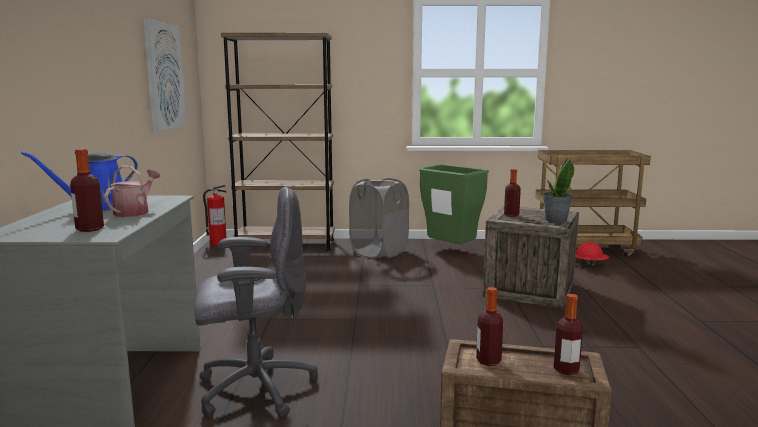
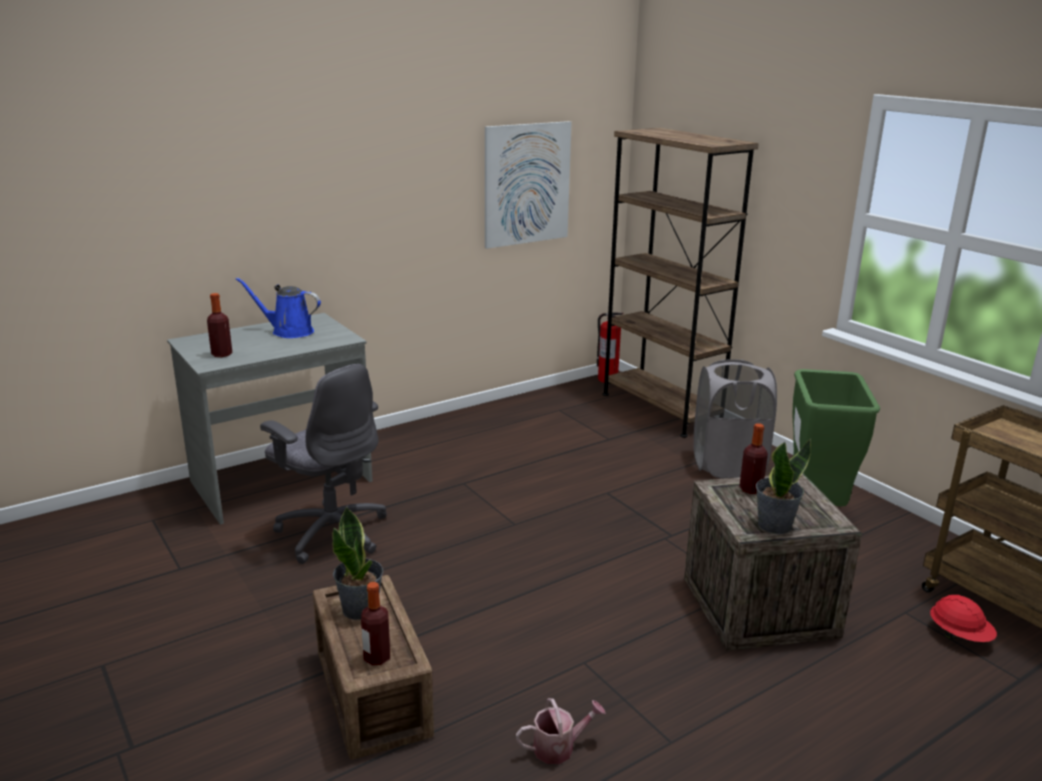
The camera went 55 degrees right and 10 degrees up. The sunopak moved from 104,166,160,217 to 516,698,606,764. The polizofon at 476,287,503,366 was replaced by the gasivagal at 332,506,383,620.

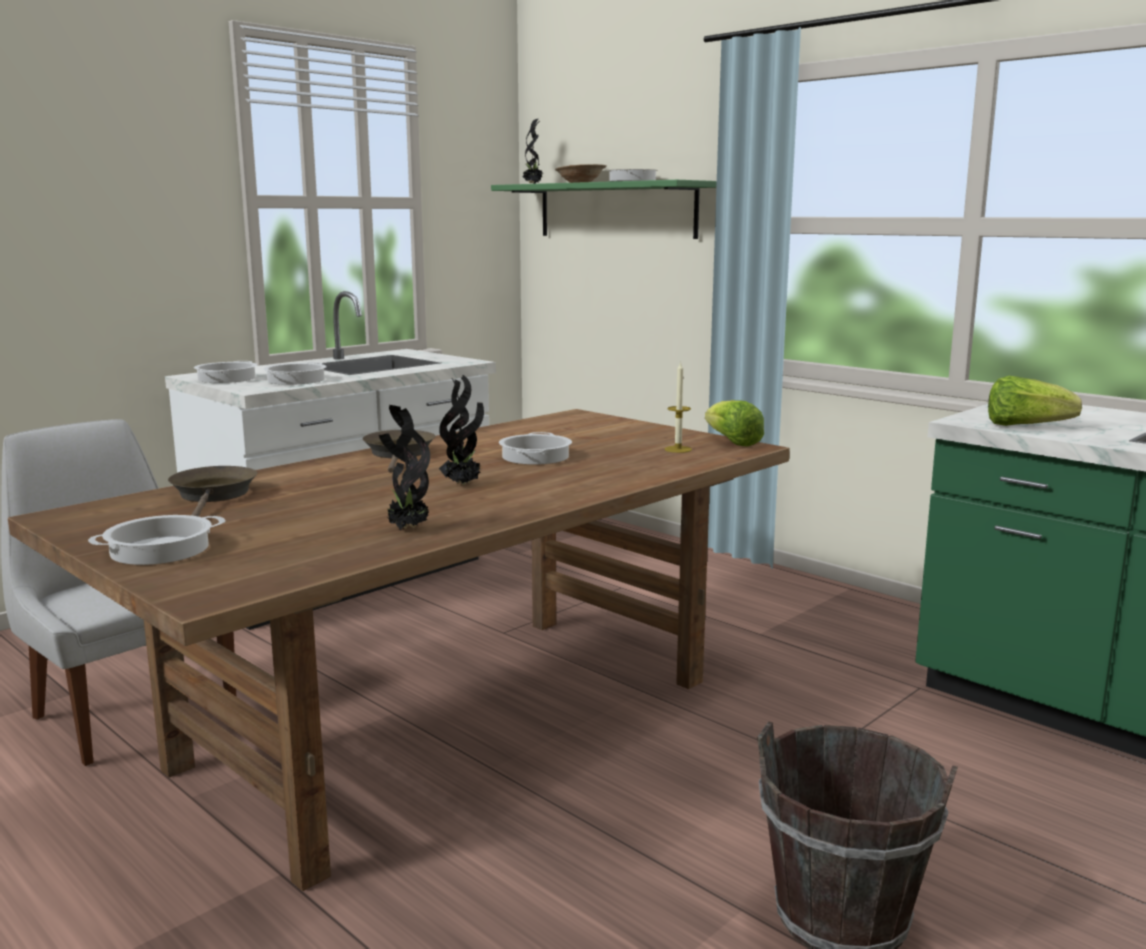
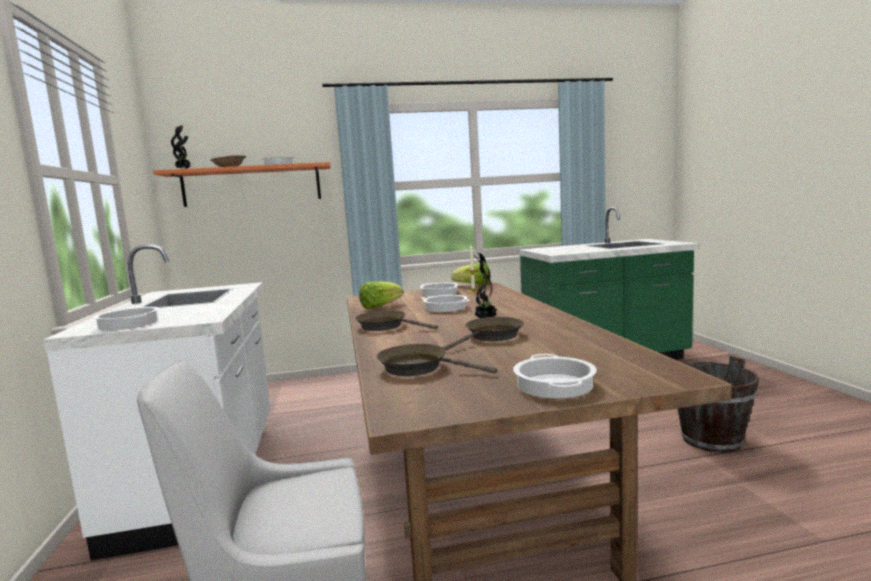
The camera went 55 degrees left and 5 degrees down. The gasivagal at 379,405,430,530 disappeared. The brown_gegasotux at 443,317,524,350 appeared. The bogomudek moved from 264,362,327,385 to 420,283,458,296. The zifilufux moved from 988,376,1082,426 to 359,281,403,309. The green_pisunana at 491,180,716,239 became the orange_pisunana at 153,162,331,207.

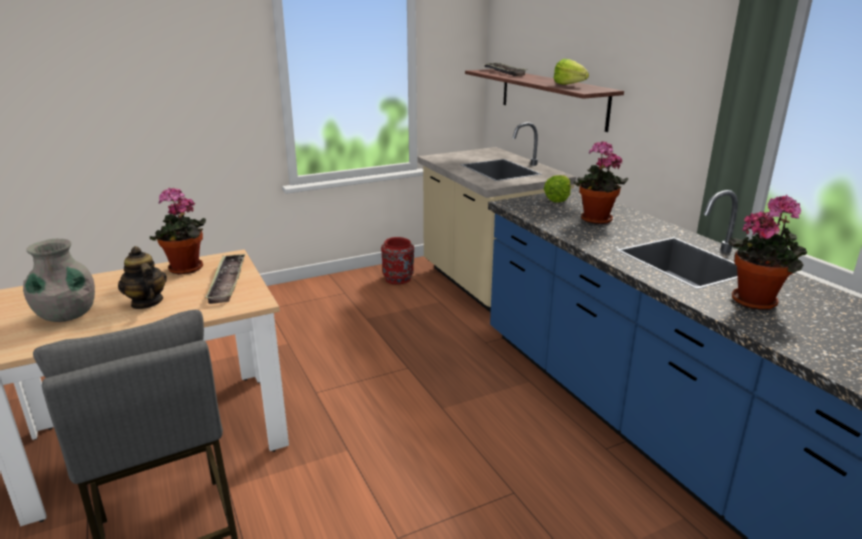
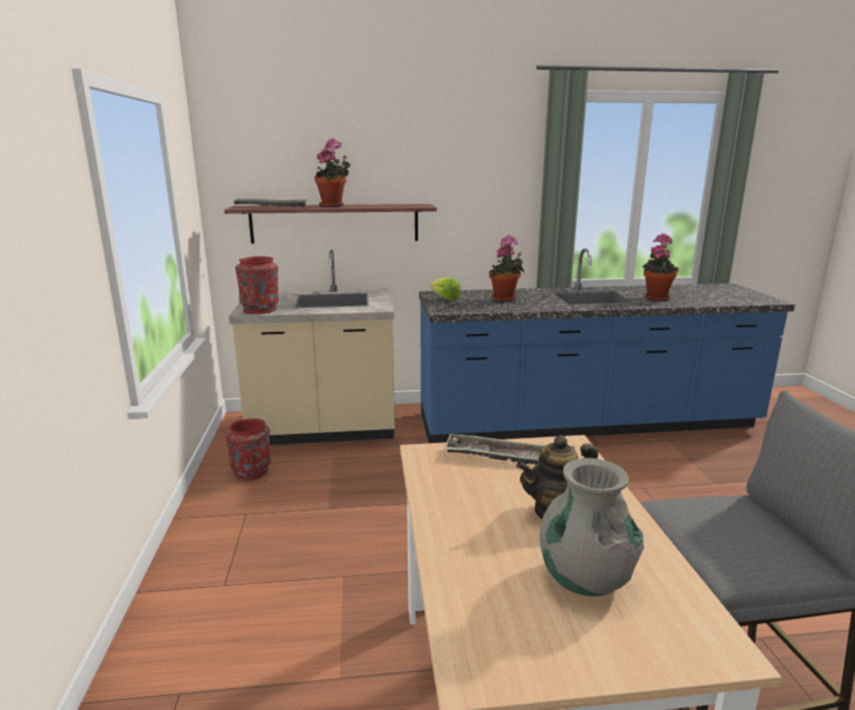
The camera went 70 degrees left and 5 degrees down. The zifilufux at 554,59,589,85 disappeared. The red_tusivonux at 235,256,279,314 appeared. The gasivagal moved from 150,187,206,275 to 314,138,351,207.

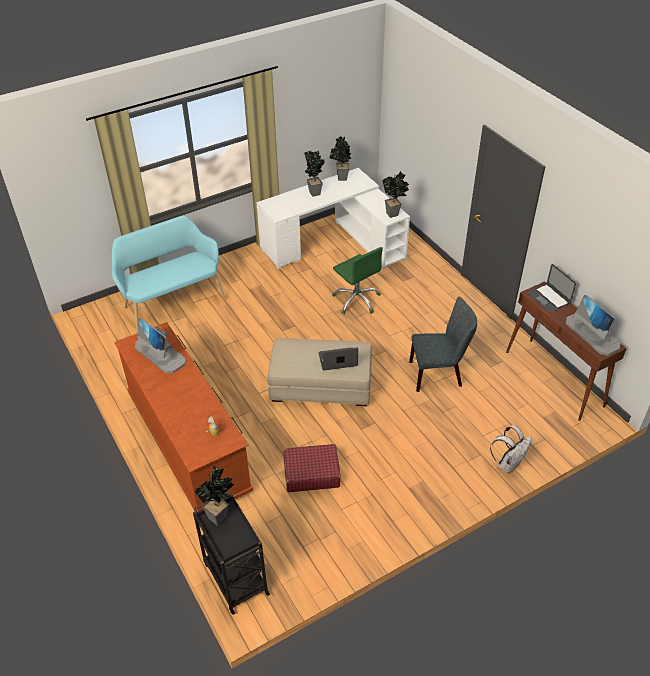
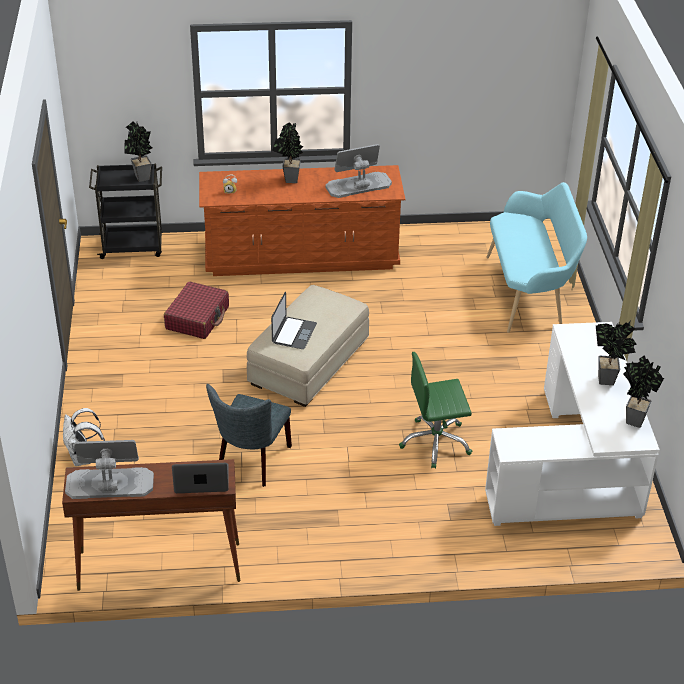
The camera went 115 degrees right and 5 degrees down. The gasivagal moved from 382,171,409,218 to 272,122,303,183.

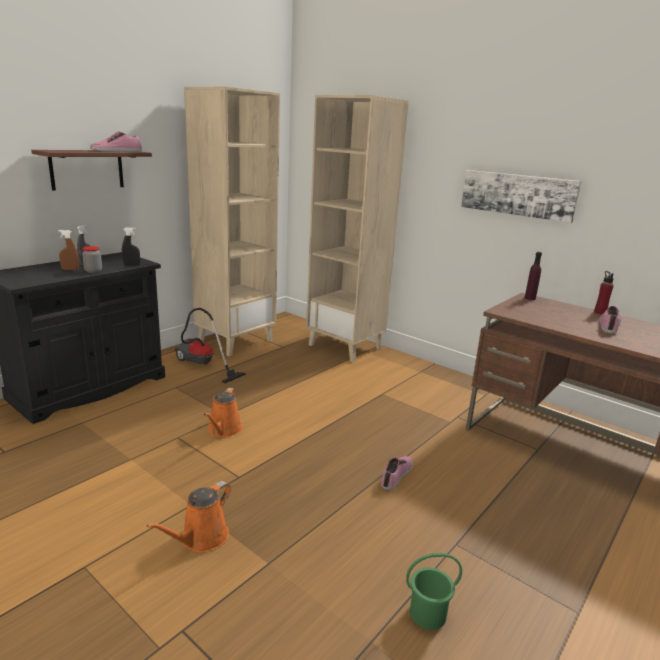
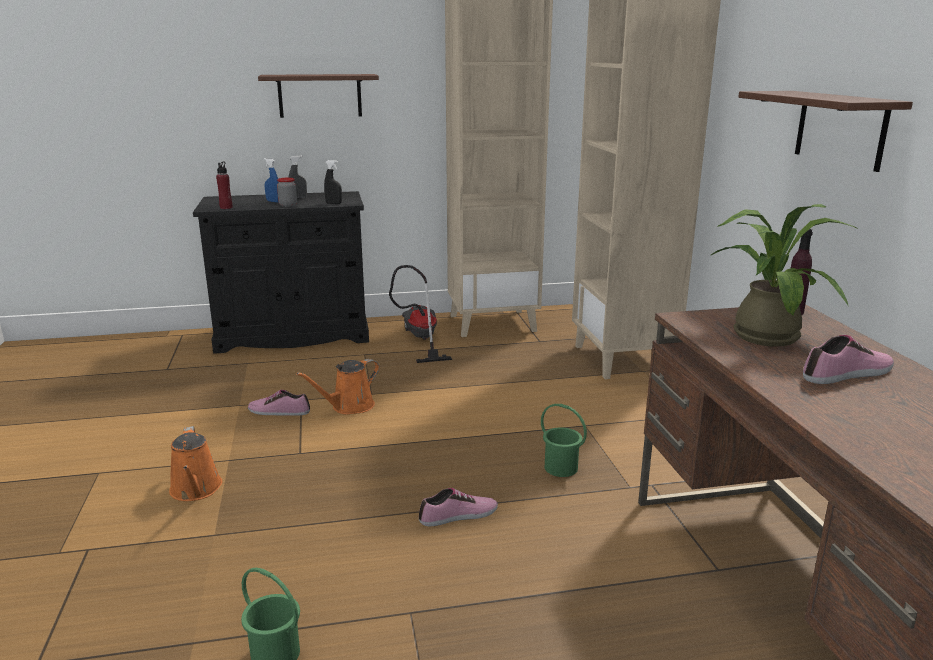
The camera went 40 degrees right and 0 degrees up. The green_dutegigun at 541,404,587,477 appeared. The gasivagal at 710,204,859,347 appeared. The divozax moved from 90,132,142,152 to 248,390,310,416. The red_polizofon moved from 594,271,614,314 to 216,162,232,209. The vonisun at 461,170,581,223 was replaced by the brown_pisunana at 738,91,913,172. The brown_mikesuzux at 58,230,79,270 became the blue_mikesuzux at 264,158,279,203. The orange_sunopak at 147,481,231,553 turned 90 degrees counterclockwise.

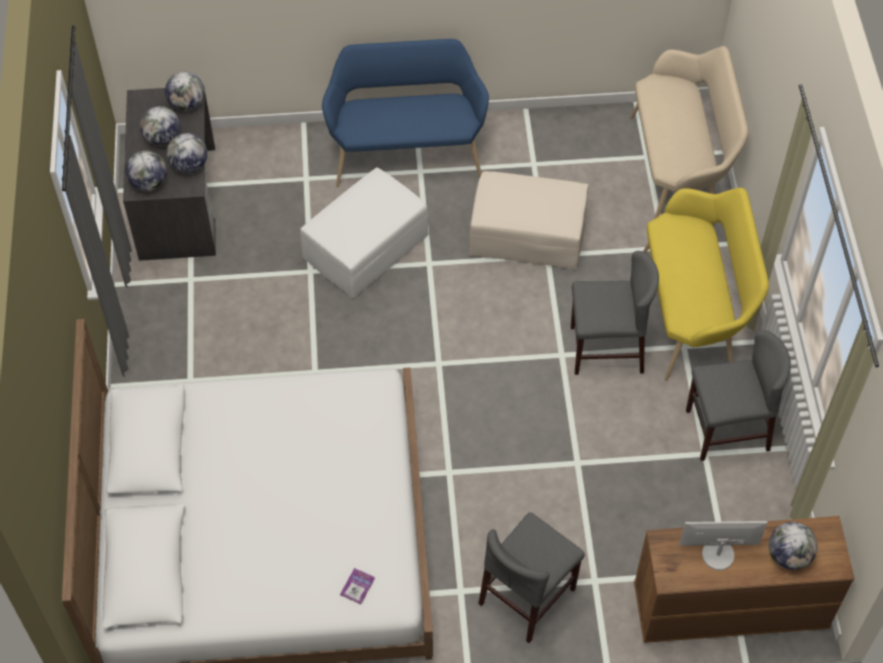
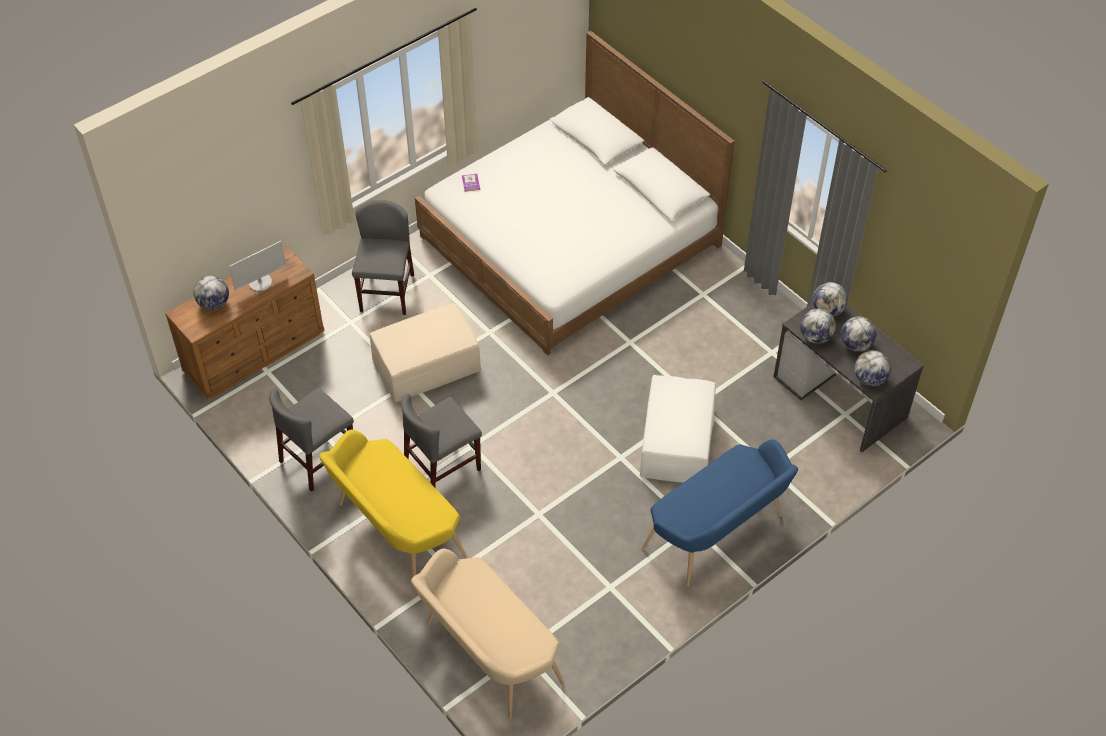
The camera went 145 degrees right and 5 degrees down. The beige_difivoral moved from 469,171,589,270 to 370,303,481,403.

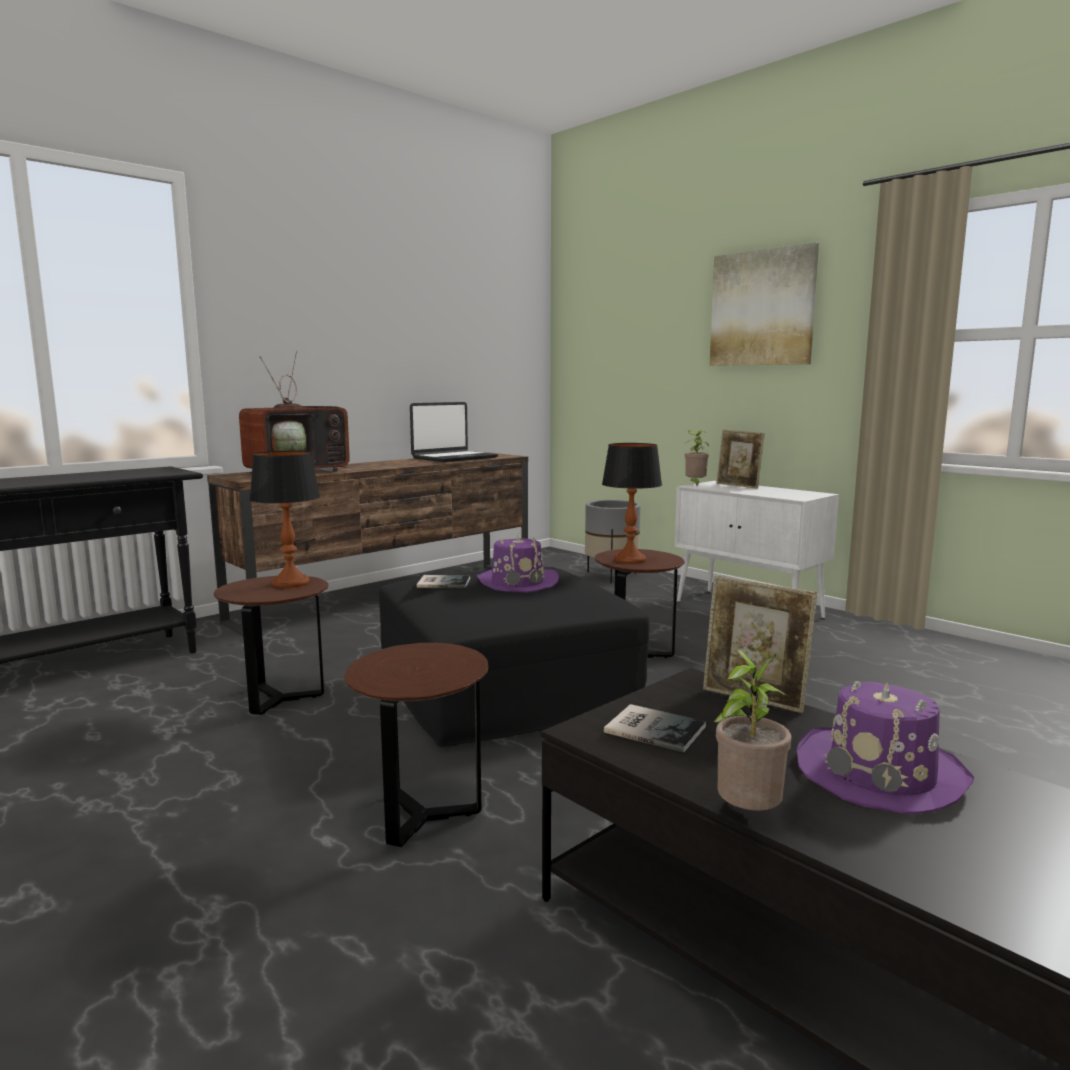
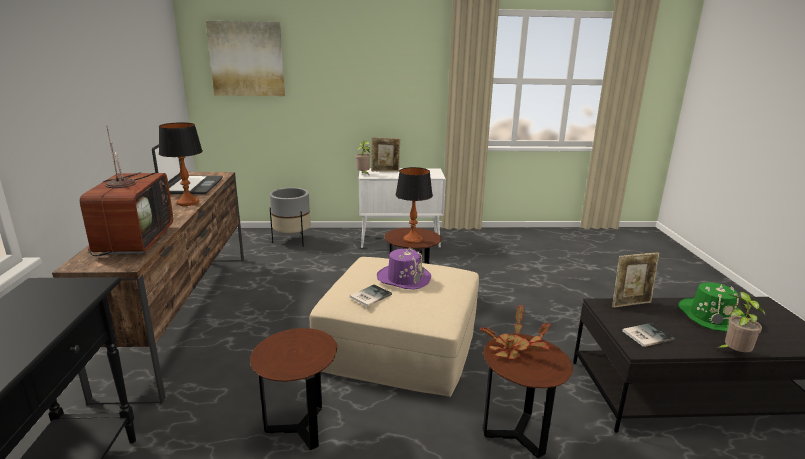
The camera went 50 degrees left and 10 degrees up. The gasivagal at 480,305,551,360 appeared. The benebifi moved from 249,451,320,588 to 159,122,203,206. The vonisun moved from 710,243,819,366 to 206,21,285,96. The black_difivoral at 379,567,649,748 became the beige_difivoral at 310,257,479,397. The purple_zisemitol at 797,681,974,815 became the green_zisemitol at 678,282,745,332.

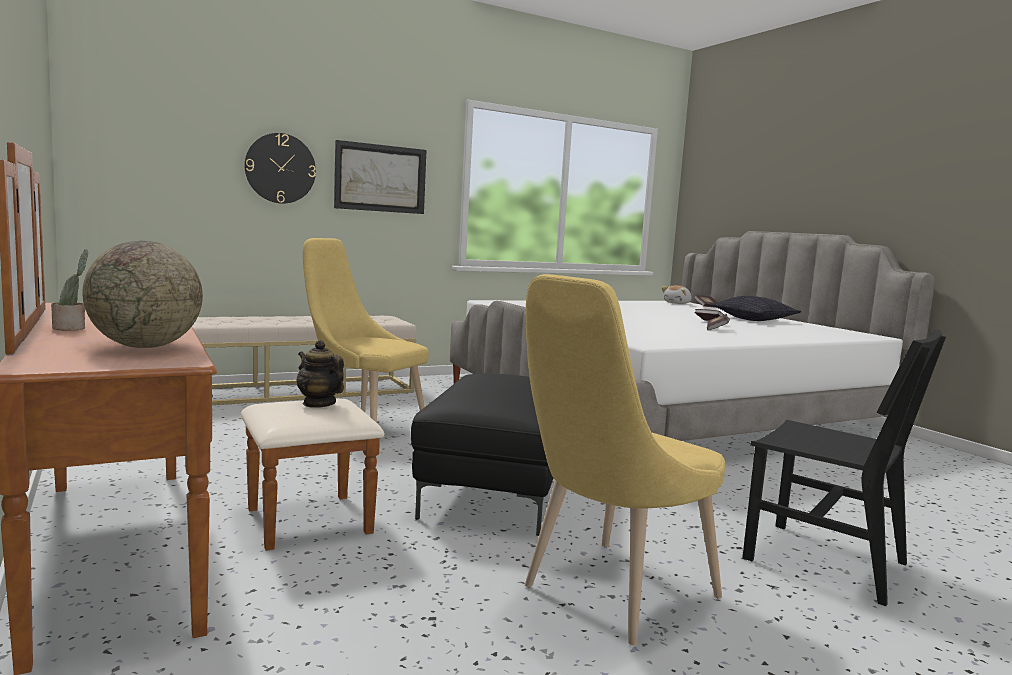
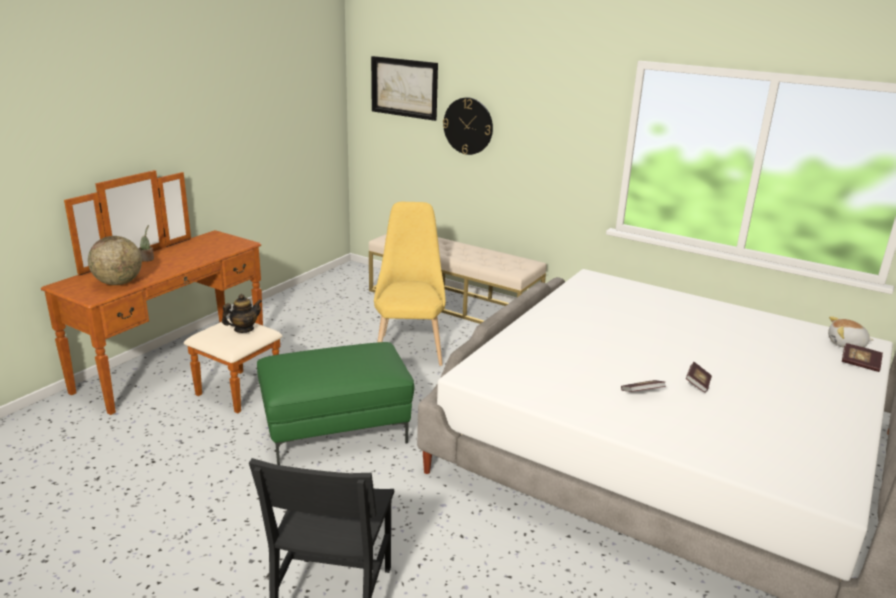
The camera went 60 degrees right and 15 degrees up. The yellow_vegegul at 525,274,725,645 disappeared. The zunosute at 710,296,802,321 disappeared. The vonisun moved from 334,140,426,214 to 371,56,438,121. The black_difivoral at 411,373,553,536 became the green_difivoral at 257,342,414,465. The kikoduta at 297,340,344,408 turned 45 degrees clockwise.

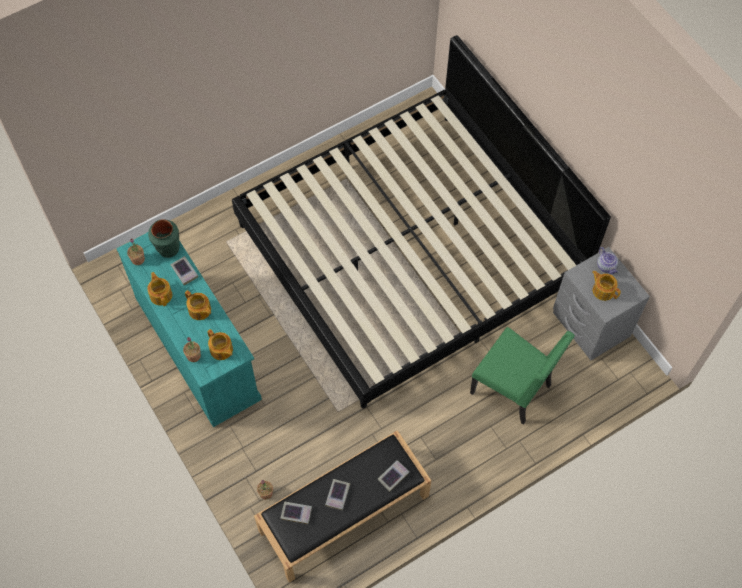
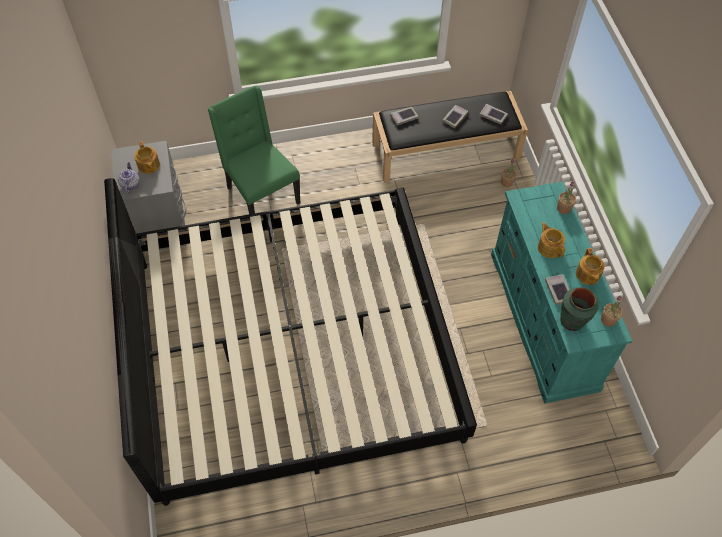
The camera went 160 degrees left and 5 degrees down. The kikoduta at 207,329,233,360 disappeared.

